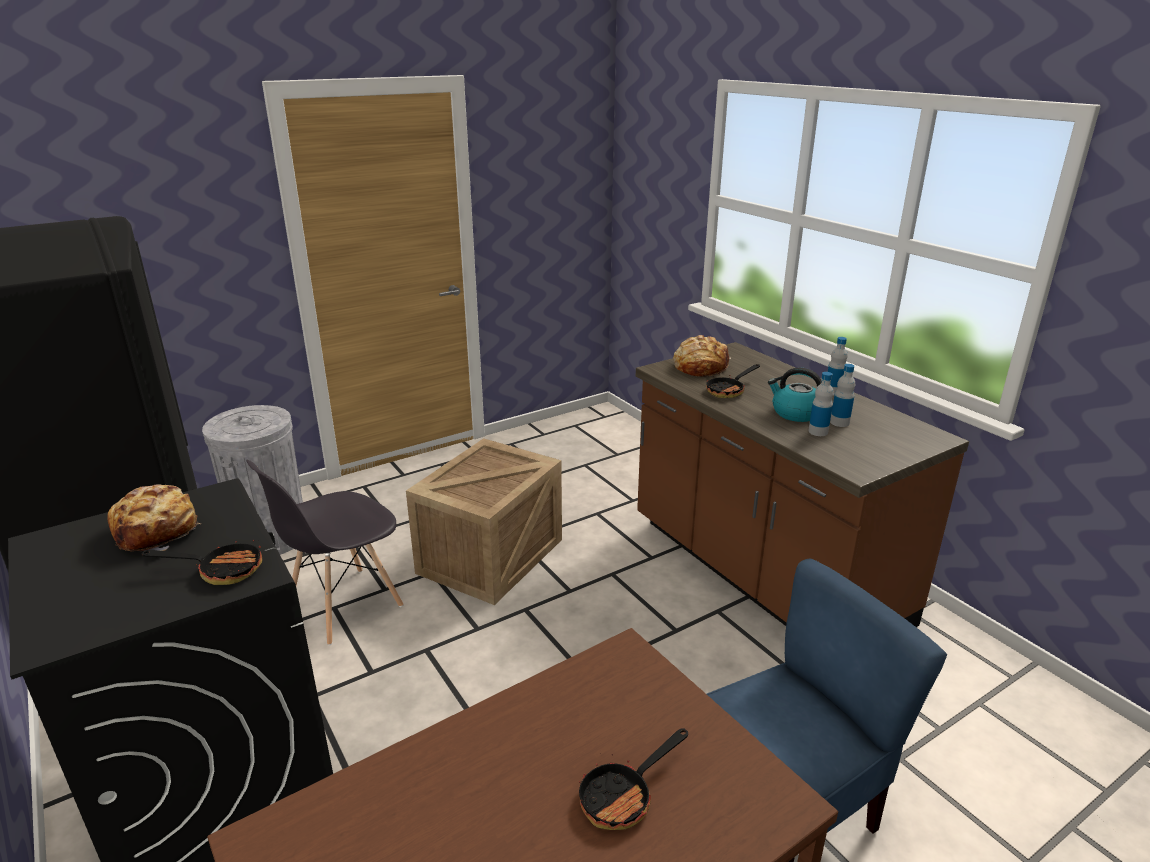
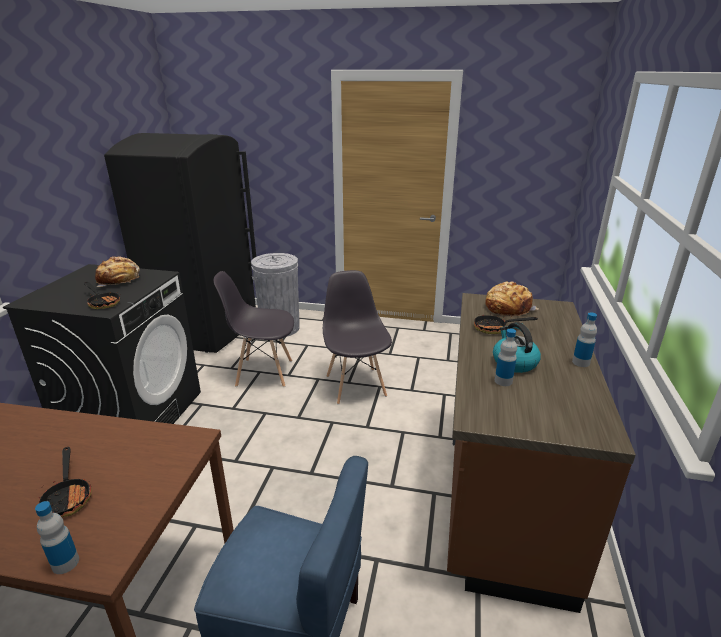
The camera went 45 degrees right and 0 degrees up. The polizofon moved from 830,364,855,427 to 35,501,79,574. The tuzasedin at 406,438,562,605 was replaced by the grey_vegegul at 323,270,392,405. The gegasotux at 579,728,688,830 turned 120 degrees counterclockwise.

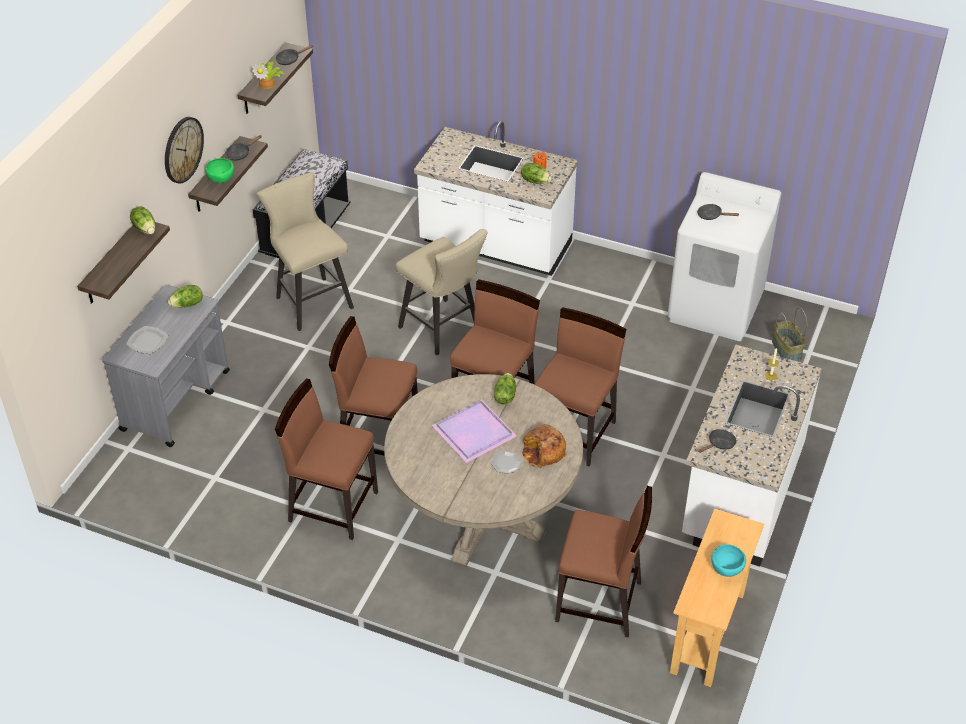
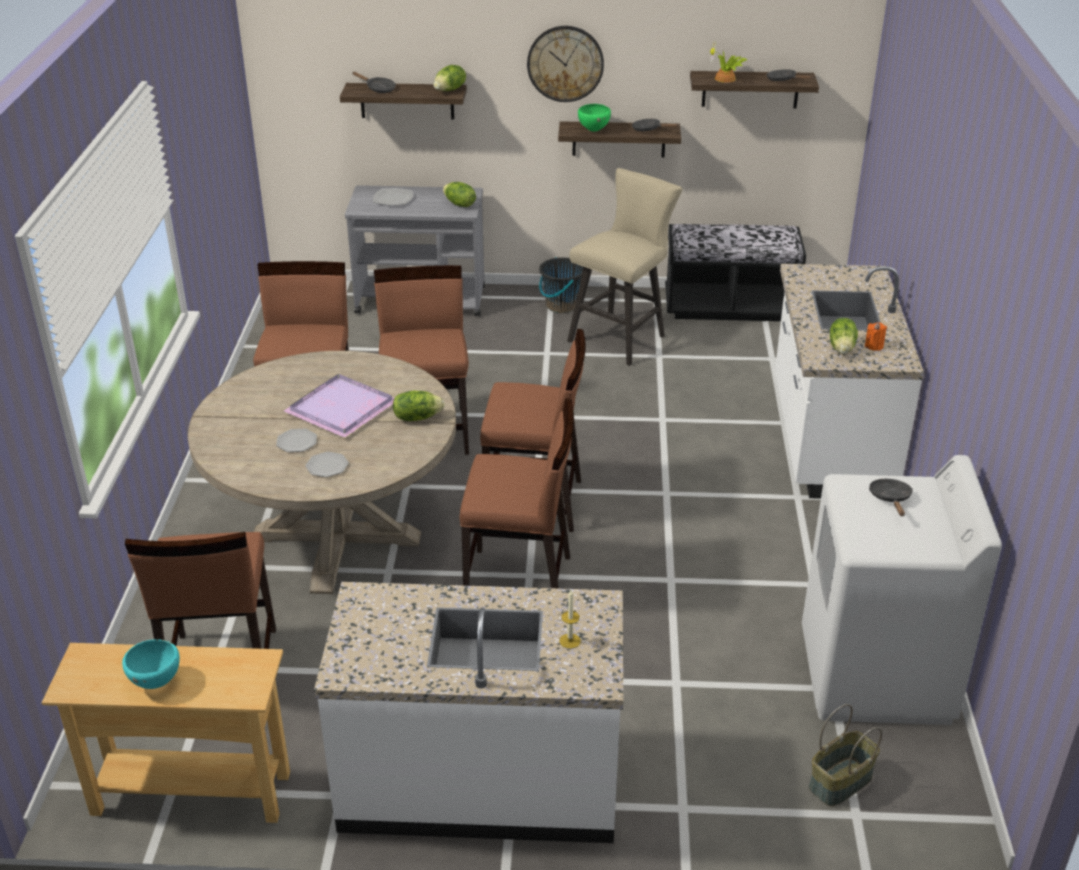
The camera went 70 degrees right and 10 degrees down. The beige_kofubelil at 395,229,487,355 disappeared. The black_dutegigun at 539,257,583,313 appeared. The black_gegasotux moved from 698,429,737,453 to 352,72,396,93. The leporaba at 522,424,566,468 was replaced by the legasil at 305,452,349,477.

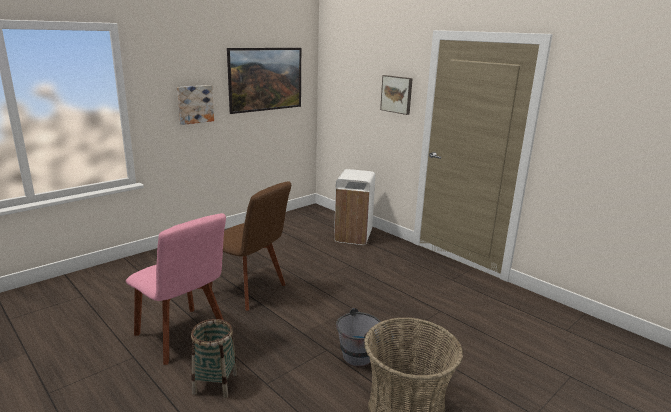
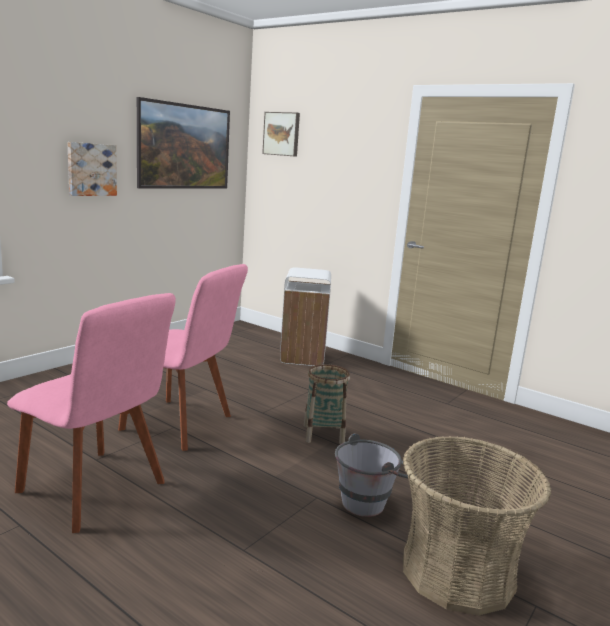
The camera went 10 degrees left and 5 degrees down. The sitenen moved from 191,319,238,398 to 304,364,350,444. The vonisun moved from 380,75,413,115 to 262,112,300,157. The brown_vegegul at 210,181,291,311 became the pink_vegegul at 118,264,248,451.

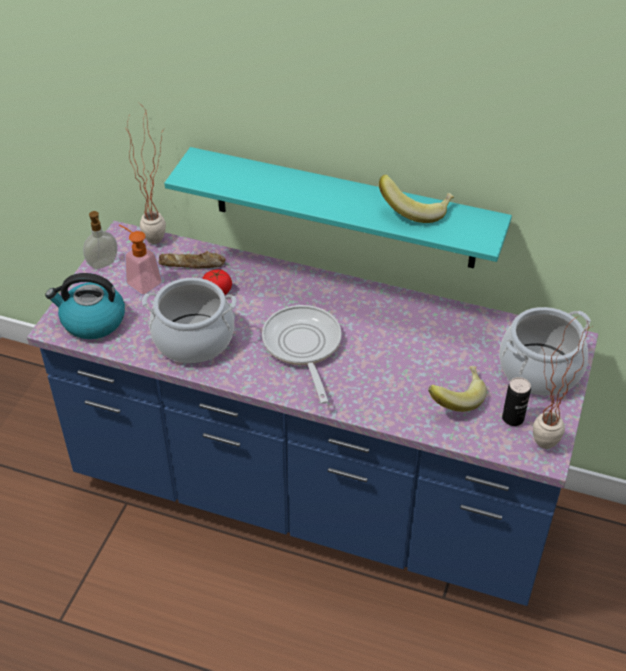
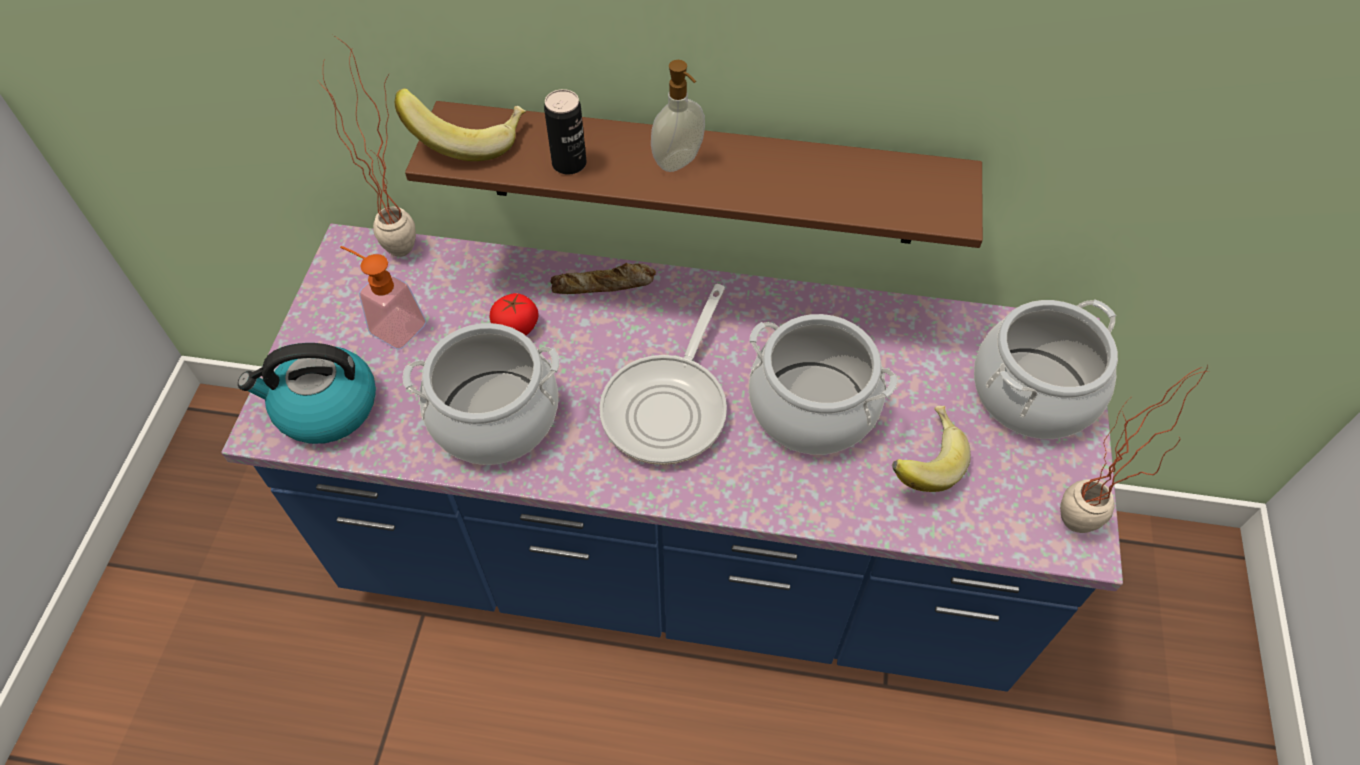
The camera went 10 degrees left and 10 degrees up. The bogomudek at 749,314,898,455 appeared. The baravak moved from 83,211,117,269 to 651,60,705,172. The leporaba moved from 158,251,226,268 to 551,263,656,294. The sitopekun moved from 379,174,454,223 to 395,88,526,161. The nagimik moved from 502,377,531,426 to 544,89,587,175. The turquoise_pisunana at 164,147,512,268 became the brown_pisunana at 405,101,983,248. The gegasotux at 262,305,342,404 turned 135 degrees counterclockwise.

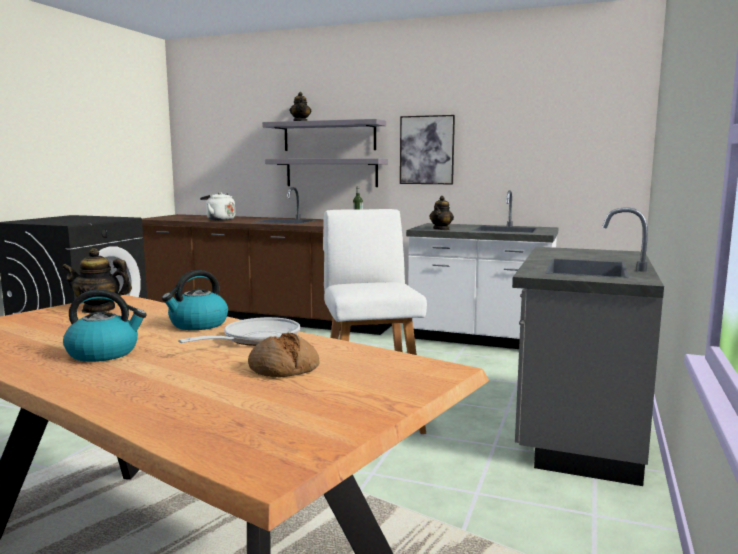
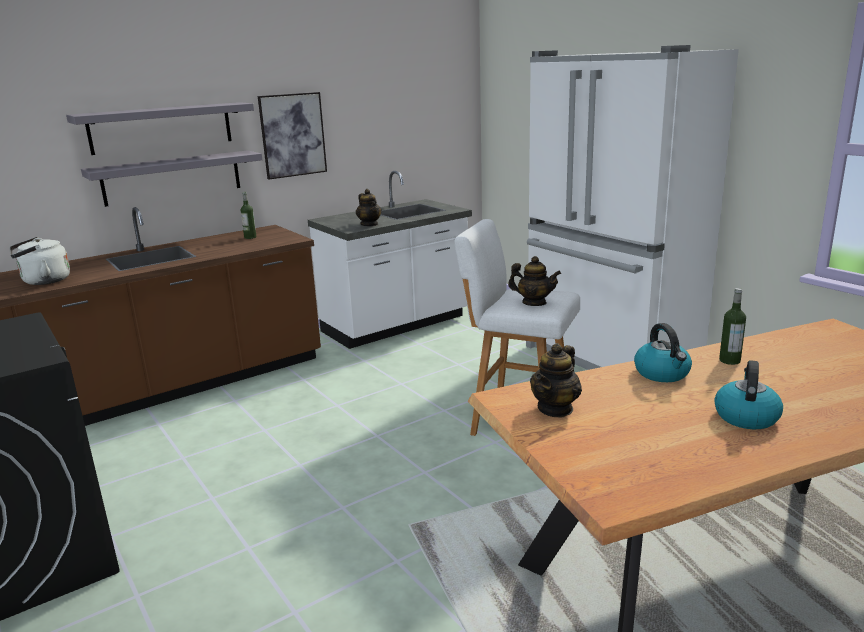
The camera went 55 degrees left and 10 degrees up. The leporaba at 248,333,319,377 disappeared. The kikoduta moved from 290,92,311,121 to 508,256,561,306. The gegasotux at 178,317,300,346 was replaced by the polizofon at 719,288,746,365. The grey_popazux at 512,208,664,486 was replaced by the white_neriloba at 526,45,739,370.

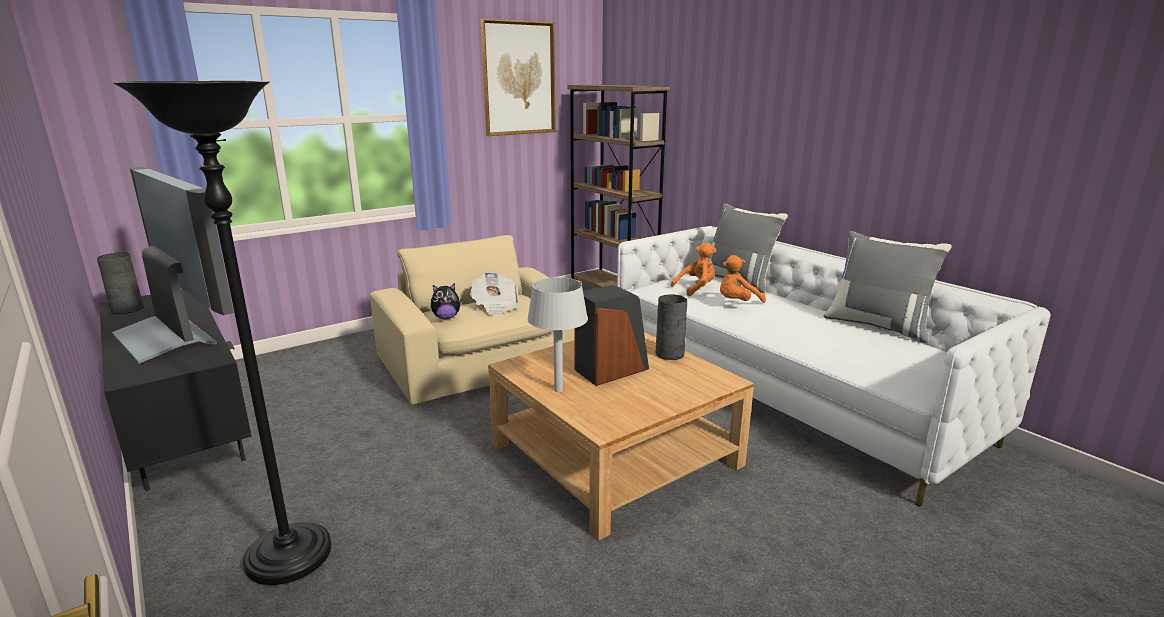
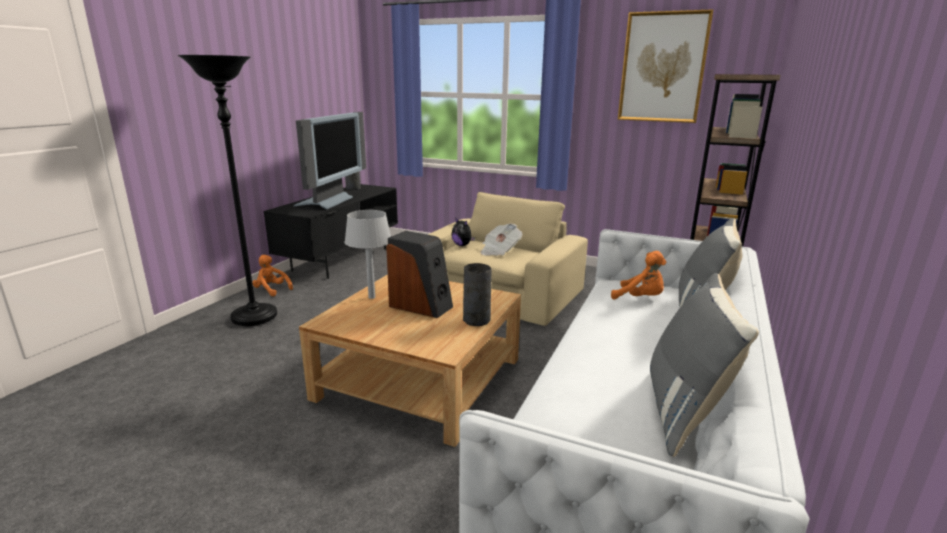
The camera went 60 degrees right and 0 degrees up. The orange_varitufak moved from 720,255,766,303 to 252,255,293,296.

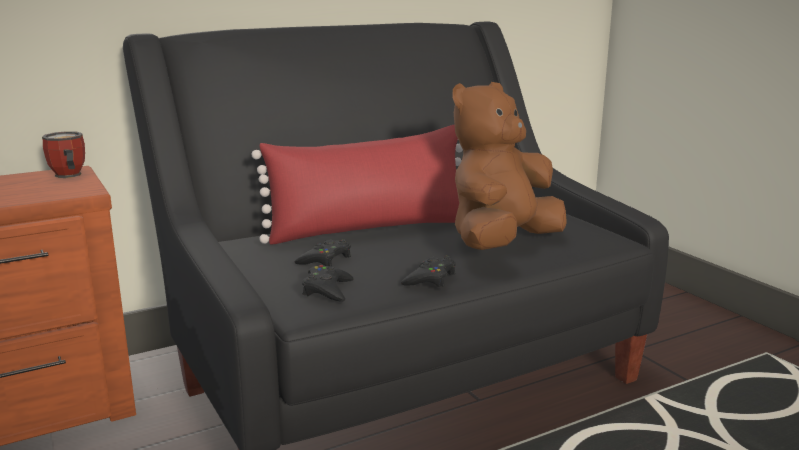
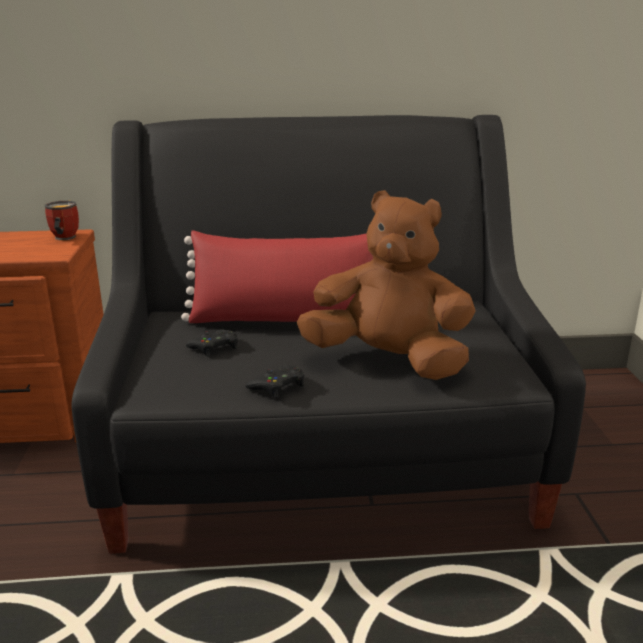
The camera went 25 degrees right and 5 degrees up. The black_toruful at 302,265,354,302 disappeared. The brown_varitufak at 452,82,567,250 turned 45 degrees clockwise.

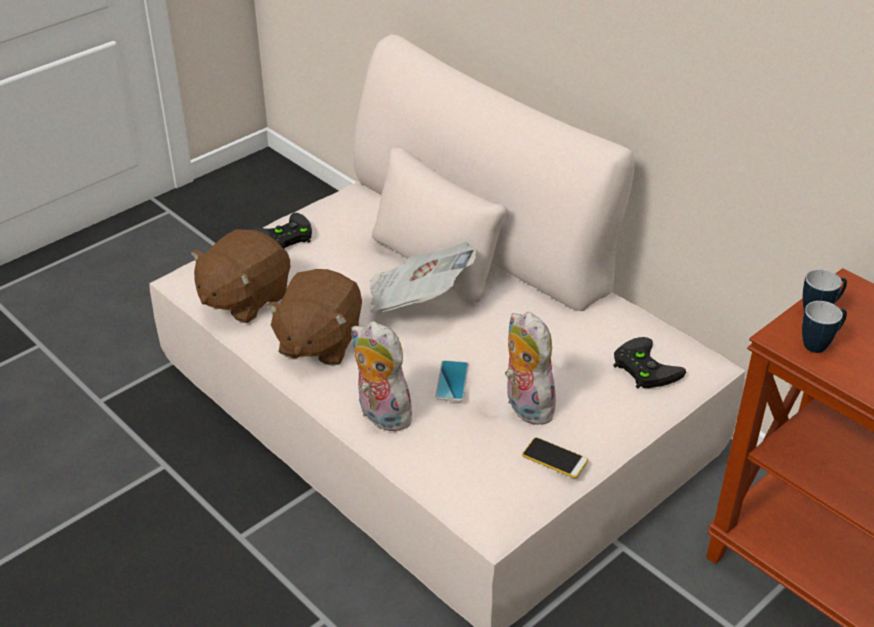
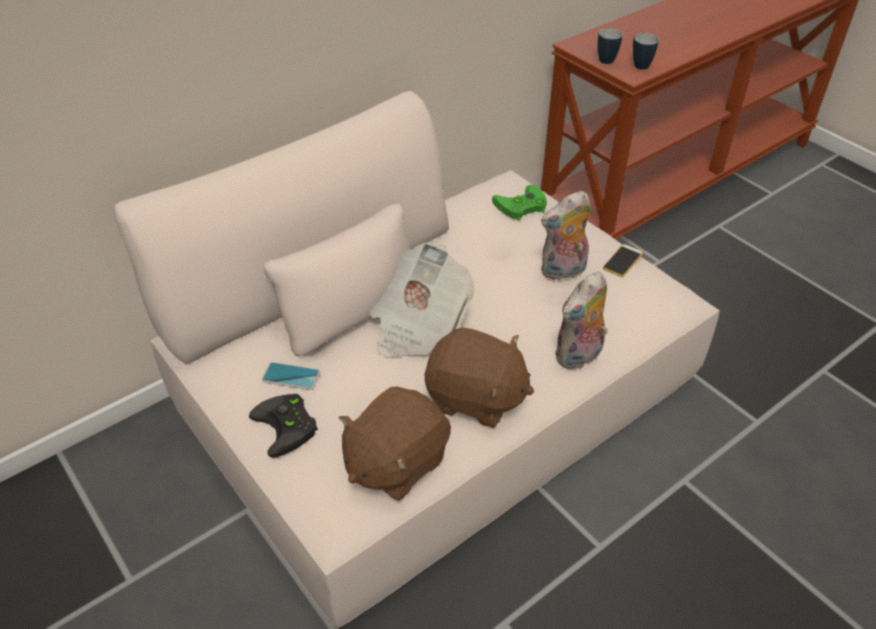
The camera went 85 degrees left and 5 degrees up. The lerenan moved from 435,360,469,401 to 262,362,320,390. The black_toruful at 613,337,686,388 became the green_toruful at 492,185,547,220. The brown_varitufak at 190,229,290,323 turned 90 degrees clockwise.

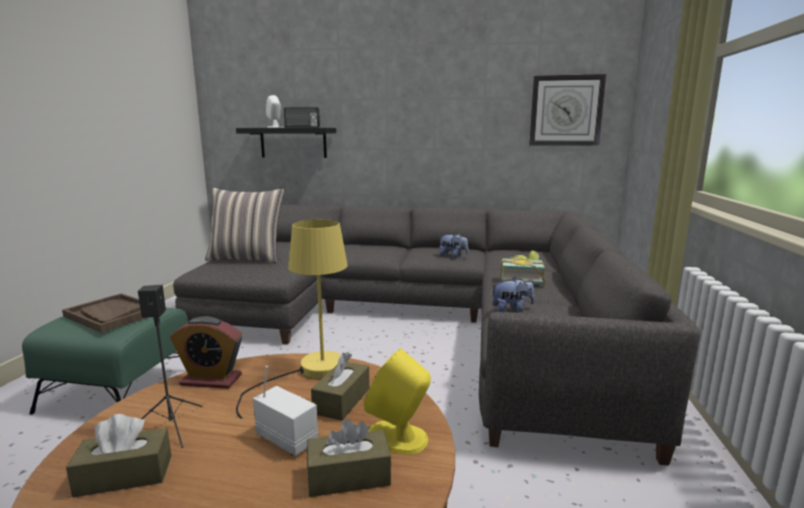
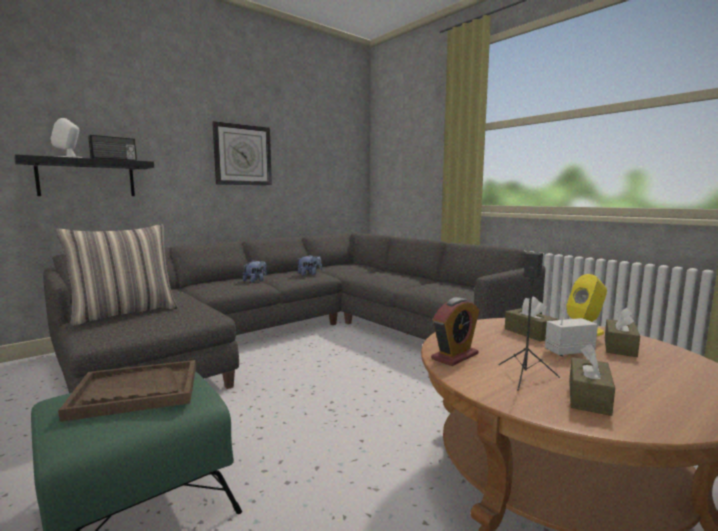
The camera went 50 degrees left and 5 degrees down. The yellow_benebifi at 236,220,348,419 disappeared. The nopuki at 500,251,545,285 disappeared. The varitufak moved from 491,276,534,312 to 243,260,267,283. The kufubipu moved from 529,74,606,146 to 212,121,272,186.

